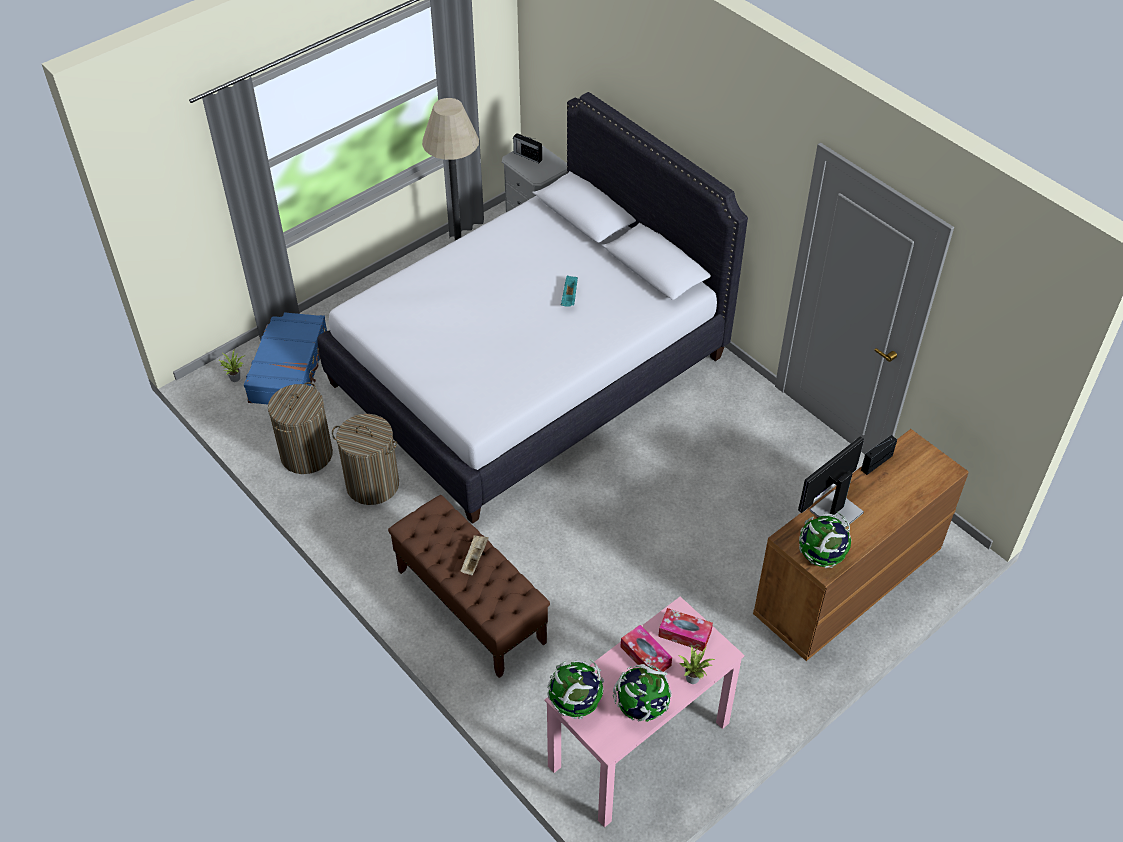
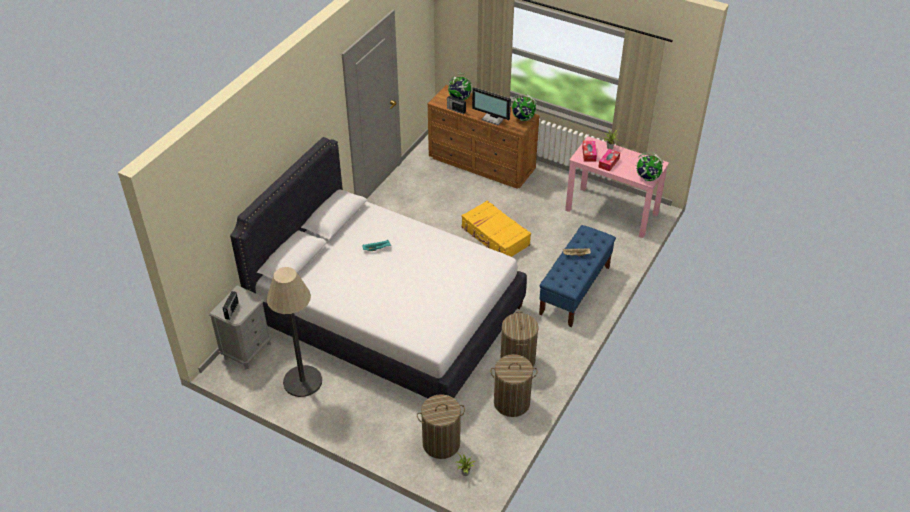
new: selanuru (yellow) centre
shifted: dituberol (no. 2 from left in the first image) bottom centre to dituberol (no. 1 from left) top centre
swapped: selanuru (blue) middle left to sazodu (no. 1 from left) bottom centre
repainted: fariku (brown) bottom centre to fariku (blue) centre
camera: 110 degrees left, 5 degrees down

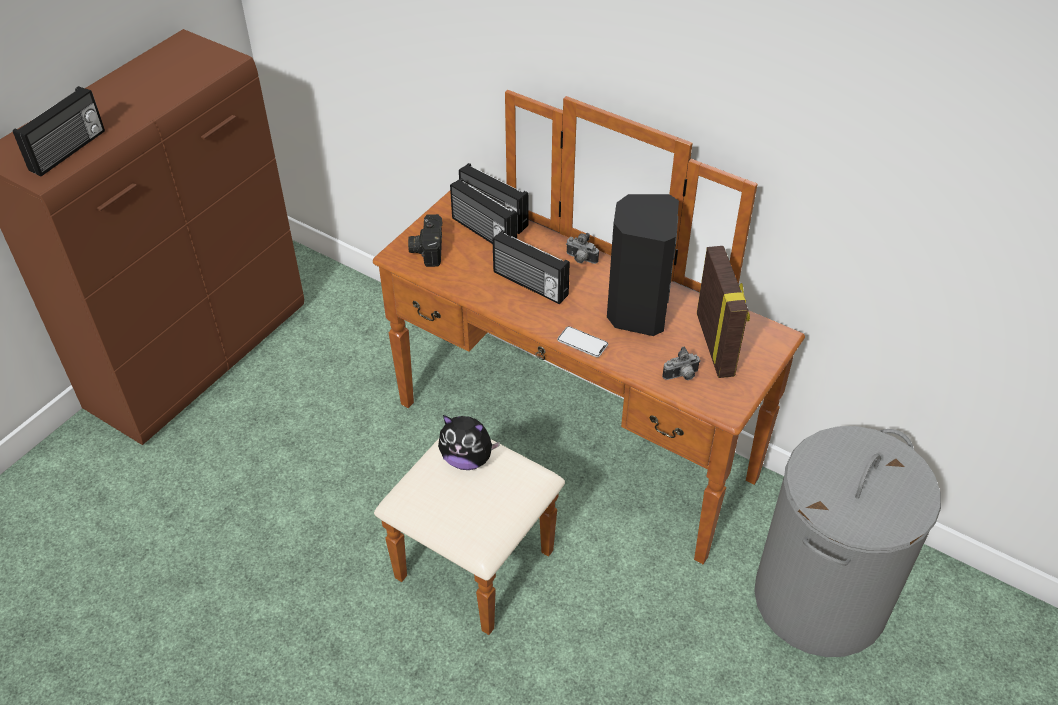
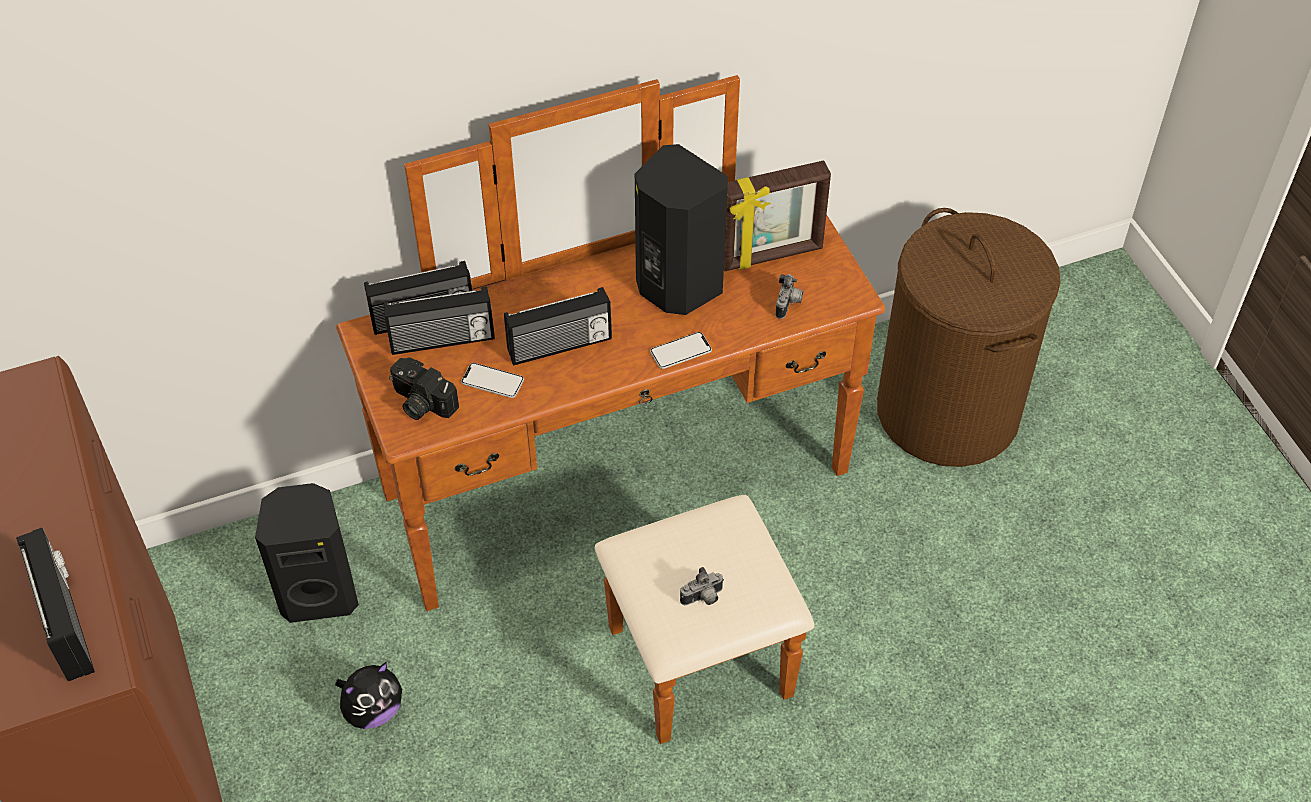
new: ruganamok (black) (no. 1 from left) bottom left; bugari (no. 1 from left) centre
shifted: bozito centre to bottom left; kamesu (no. 2 from left) centre to bottom centre
repainted: sazodu (grey) bottom right to sazodu (brown) middle right
rotated: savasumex middle right = top centre 135 degrees clockwise
camera: 55 degrees left, 5 degrees up

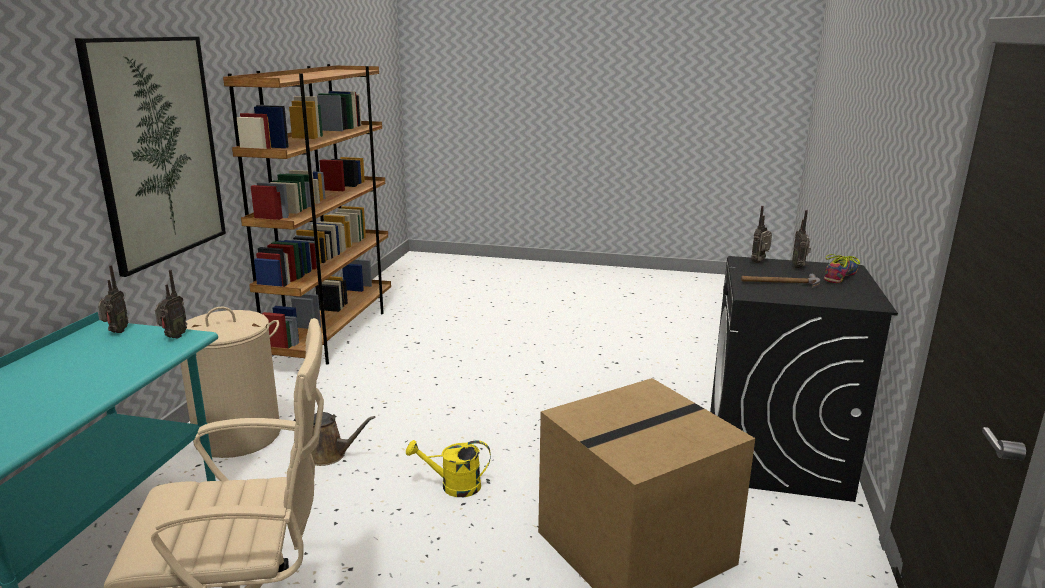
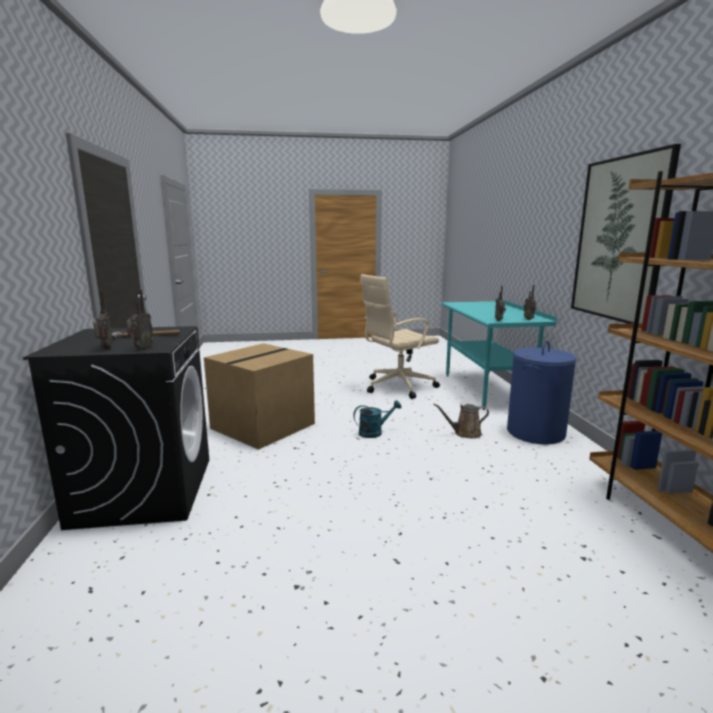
gone: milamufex middle right
repainted: sazodu (beige) middle left to sazodu (blue) middle right; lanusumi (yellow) bottom centre to lanusumi (turquoise) centre
camera: 160 degrees right, 5 degrees down

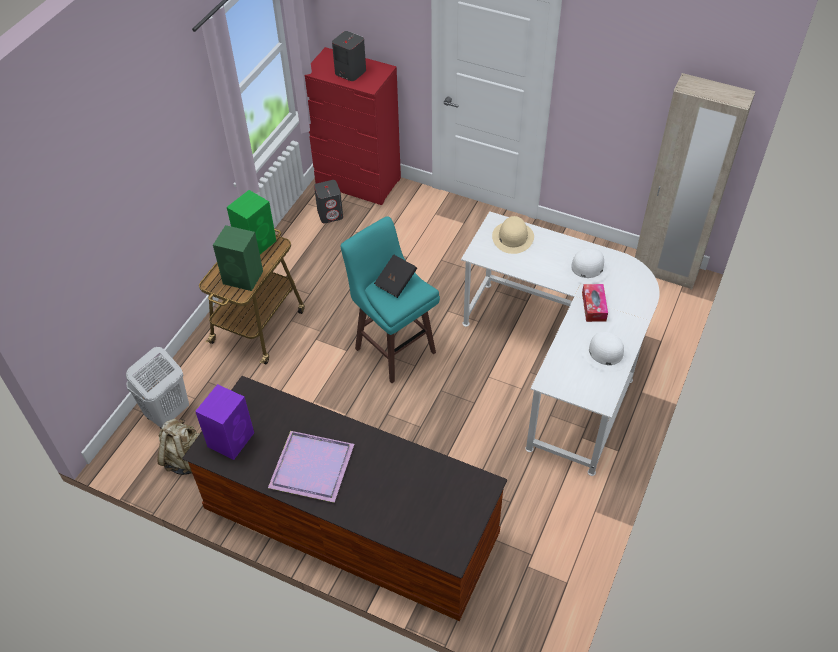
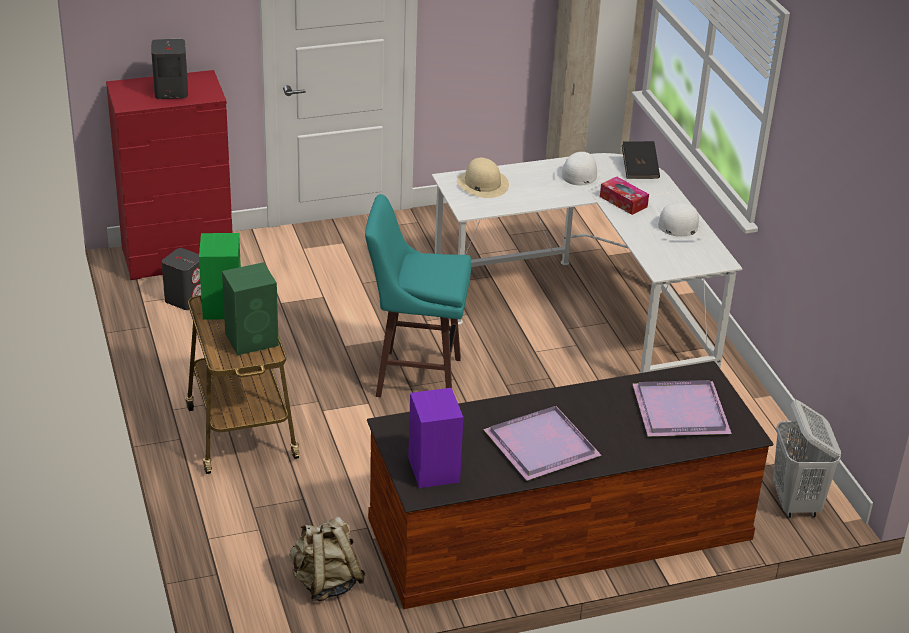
new: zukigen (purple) (no. 2 from left) middle right
shifted: sazodu (white) middle left to bottom right; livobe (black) centre to top right
camera: 45 degrees left, 15 degrees down

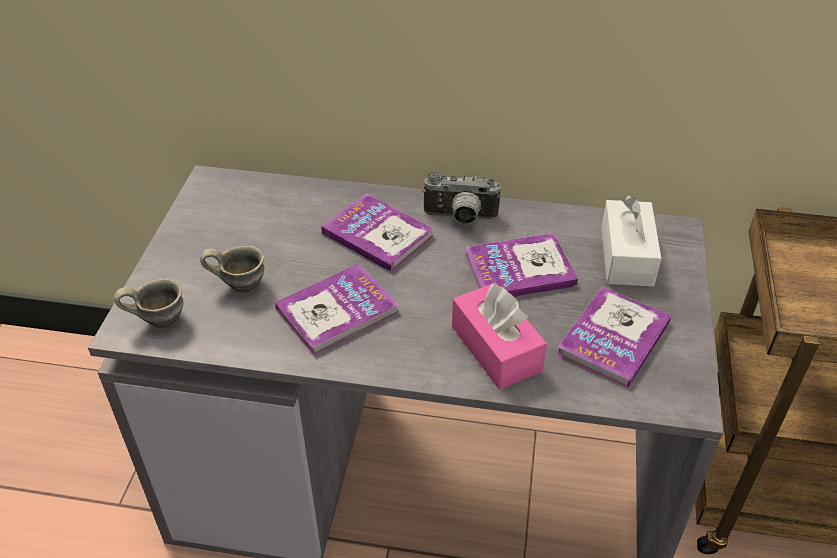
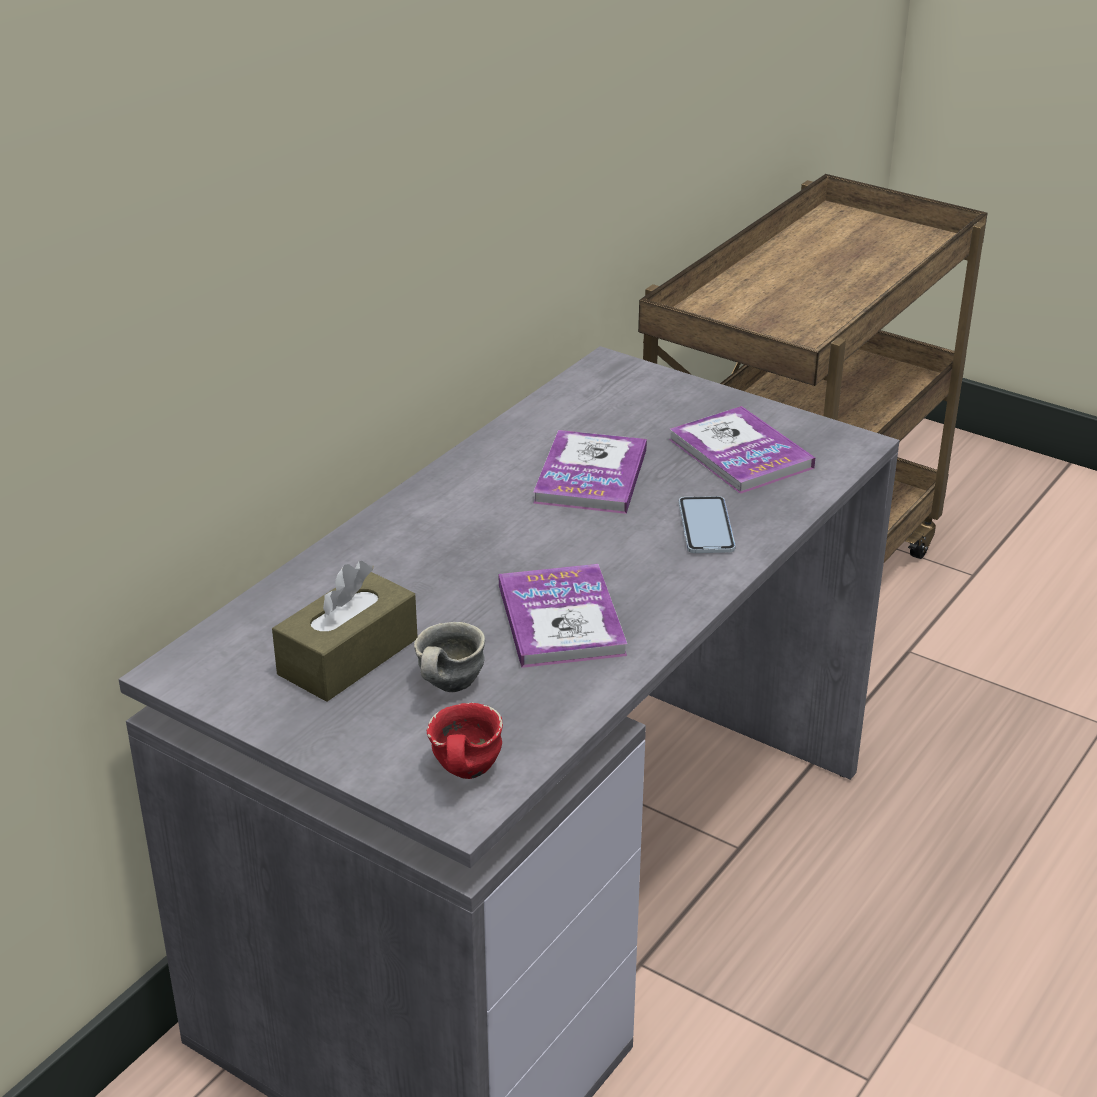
gone: livobe (no. 2 from left) centre; kamesu centre; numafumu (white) middle right
new: numafumu (brown) middle left
swapped: numafumu (pink) centre to bugari centre
repainted: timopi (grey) (no. 1 from left) middle left to timopi (red) bottom centre
camera: 65 degrees left, 10 degrees down

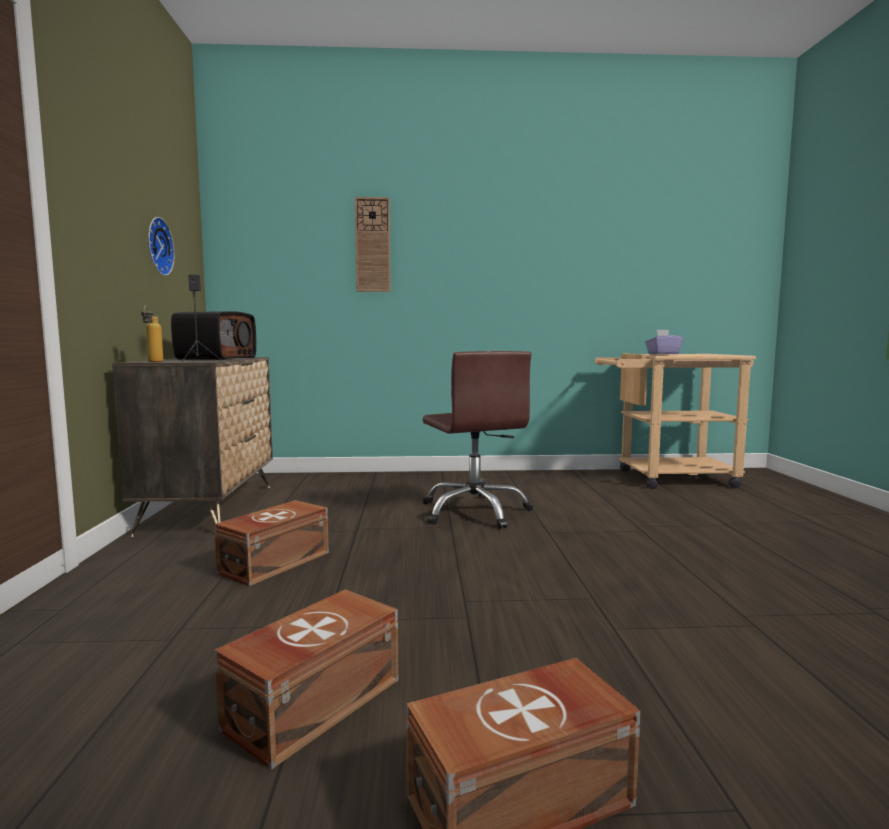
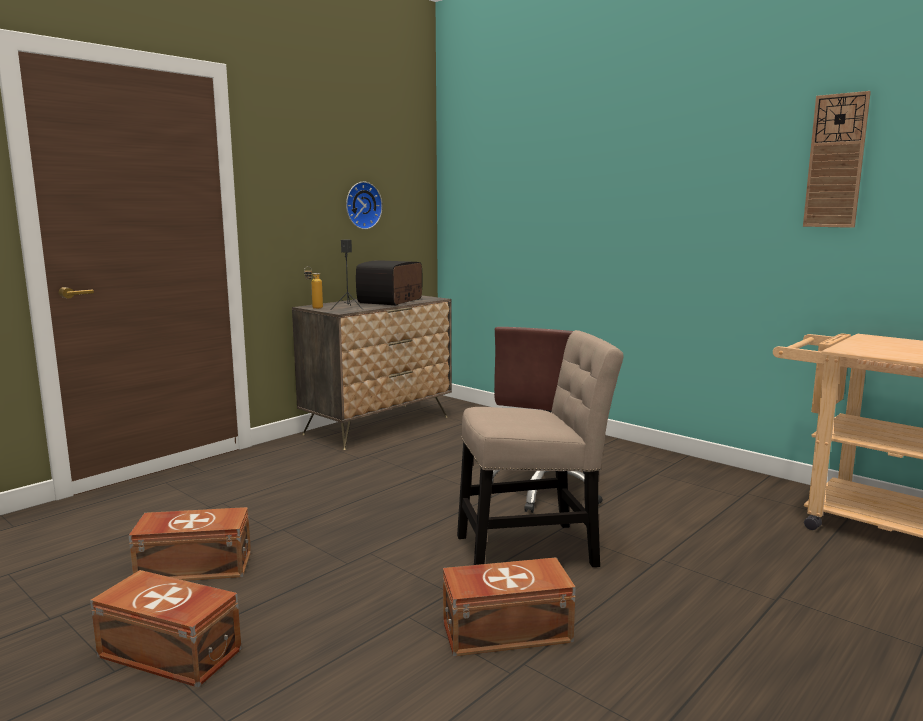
gone: numafumu (purple) middle right
new: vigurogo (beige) centre
shifted: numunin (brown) (no. 1 from left in the first image) middle left to numunin (brown) (no. 3 from left) bottom centre; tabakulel (no. 2 from left) top centre to top right
rotated: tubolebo middle left = centre 150 degrees clockwise
camera: 45 degrees right, 5 degrees up

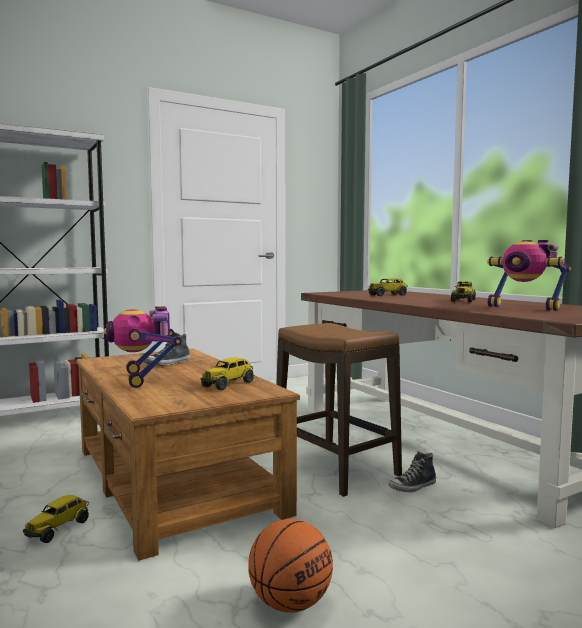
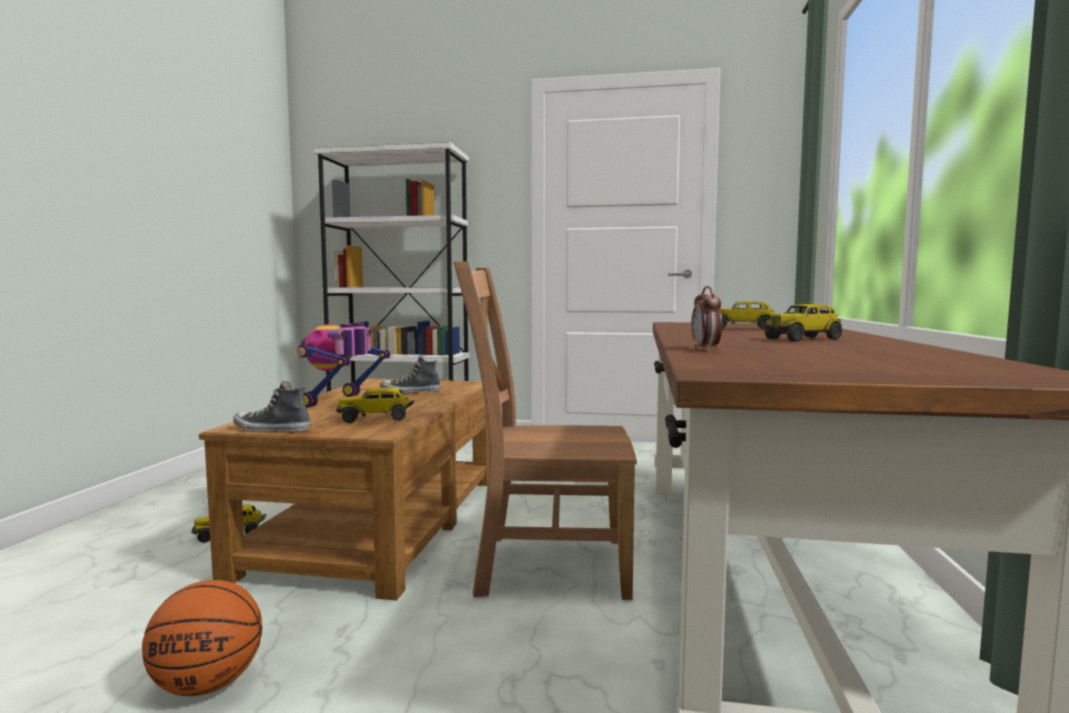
gone: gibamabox (no. 2 from left) middle right
new: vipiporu centre
shifted: milamufex (no. 2 from left in the first image) bottom right to milamufex (no. 1 from left) middle left
swapped: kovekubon centre to vigurogo (brown) centre
camera: 40 degrees right, 0 degrees up

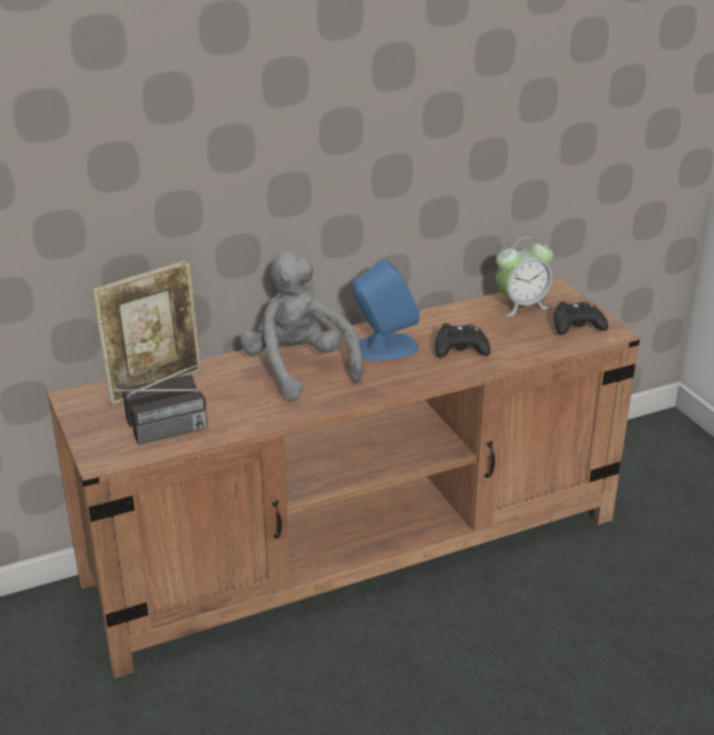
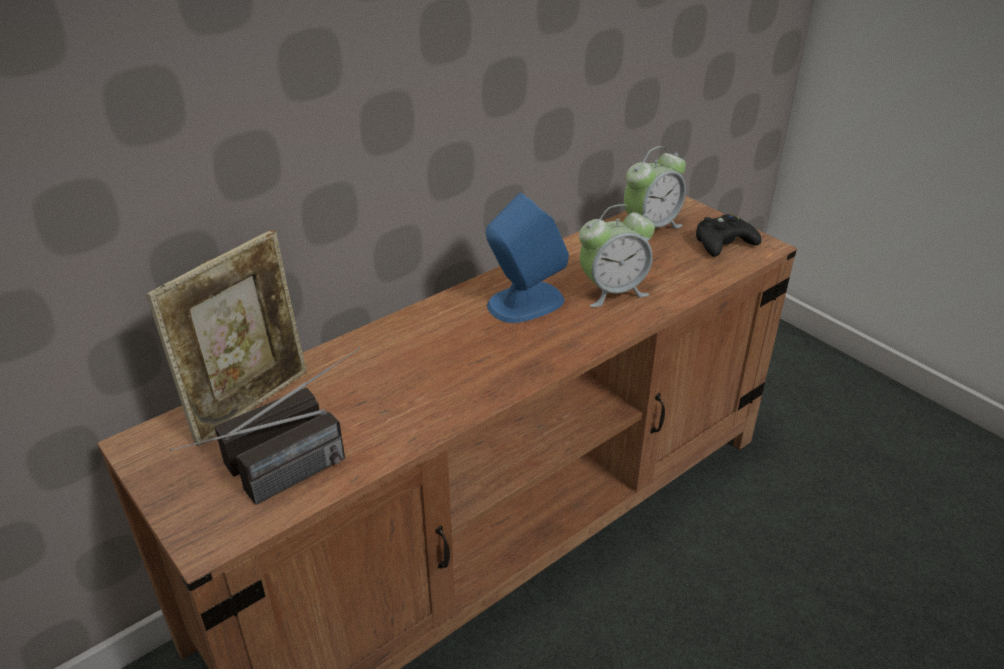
gone: bozito (grey) centre
swapped: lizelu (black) (no. 1 from left) centre to vipiporu (no. 1 from left) centre
camera: 15 degrees left, 5 degrees up

